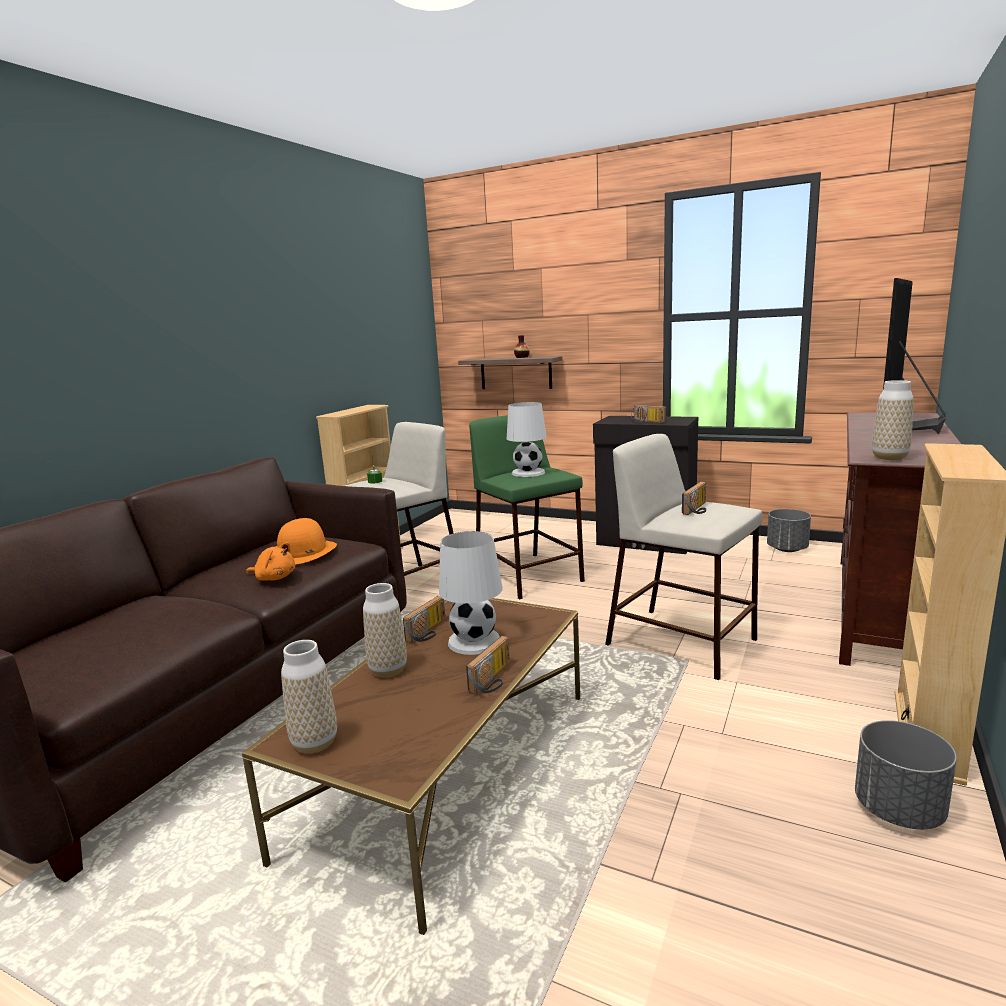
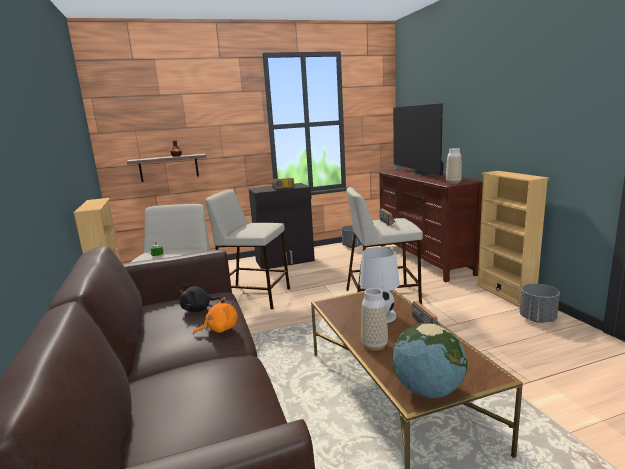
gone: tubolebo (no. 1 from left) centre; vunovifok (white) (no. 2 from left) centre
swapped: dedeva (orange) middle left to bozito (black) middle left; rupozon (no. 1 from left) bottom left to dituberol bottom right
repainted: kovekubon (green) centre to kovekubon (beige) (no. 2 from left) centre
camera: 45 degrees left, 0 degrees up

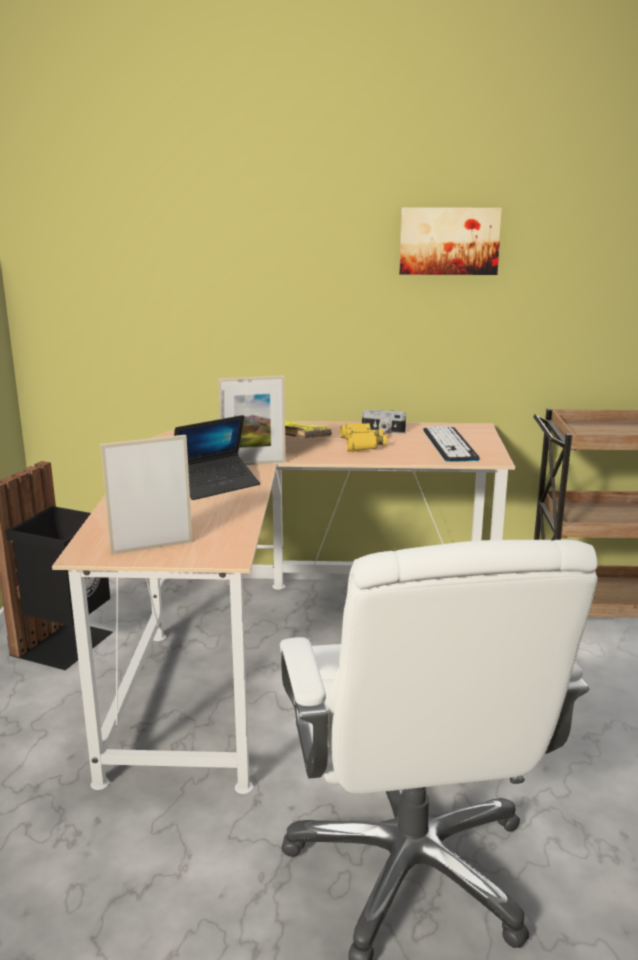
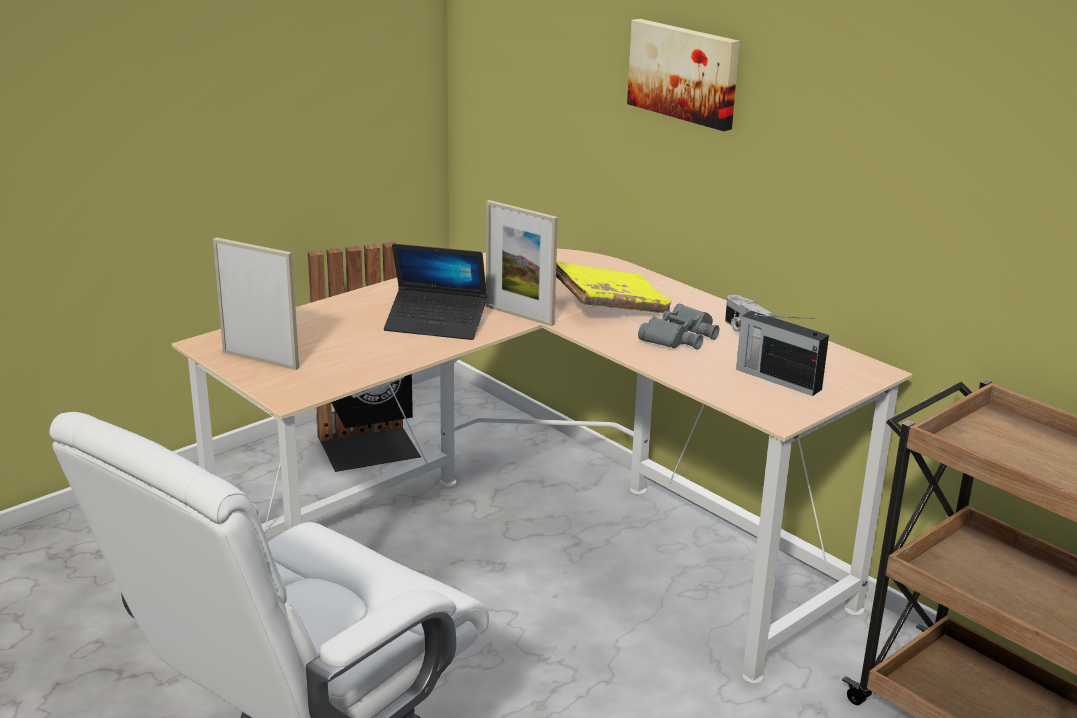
shifted: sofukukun top right to top centre
swapped: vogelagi middle right to tubolebo middle right
repainted: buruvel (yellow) centre to buruvel (grey) centre
camera: 45 degrees right, 5 degrees up

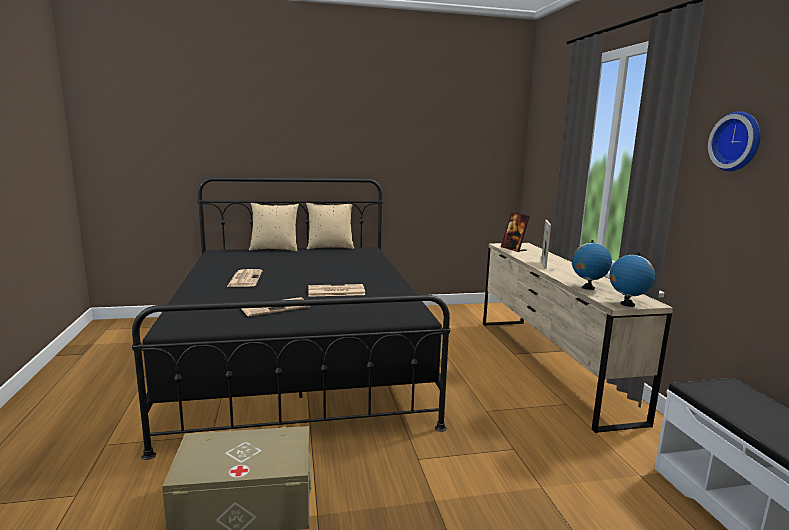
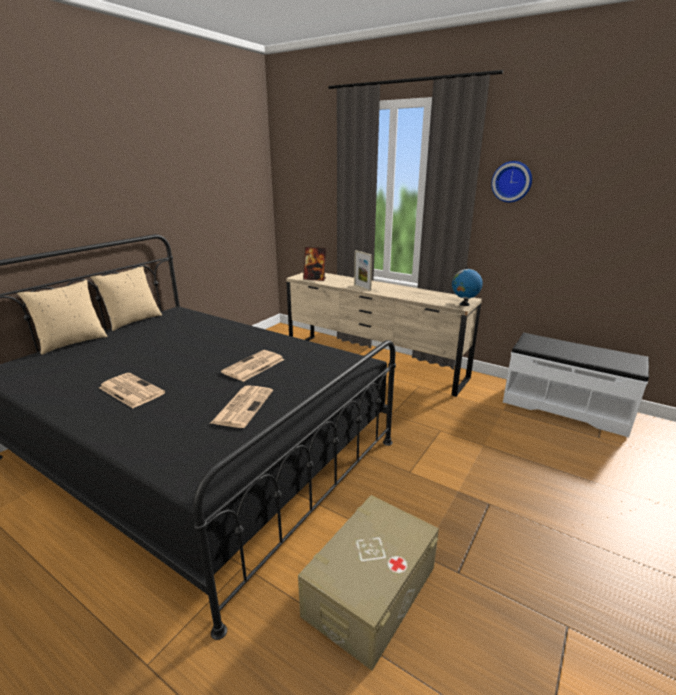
gone: dituberol (no. 1 from left) middle right
camera: 45 degrees left, 10 degrees up

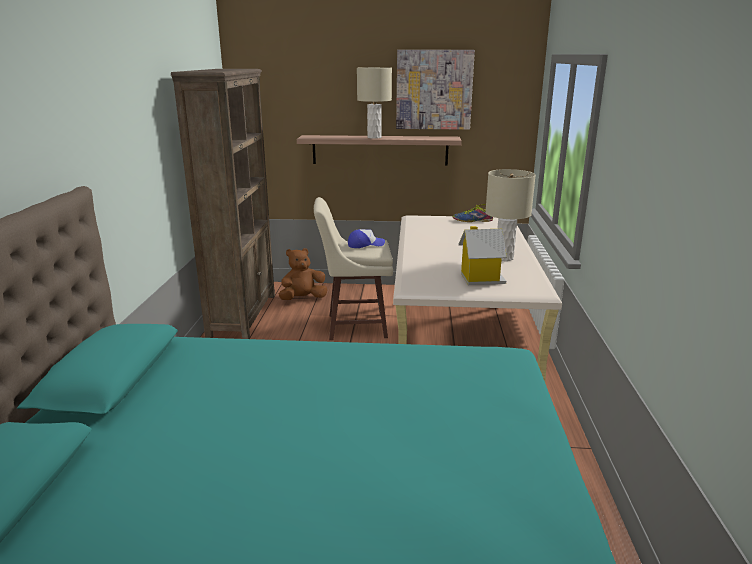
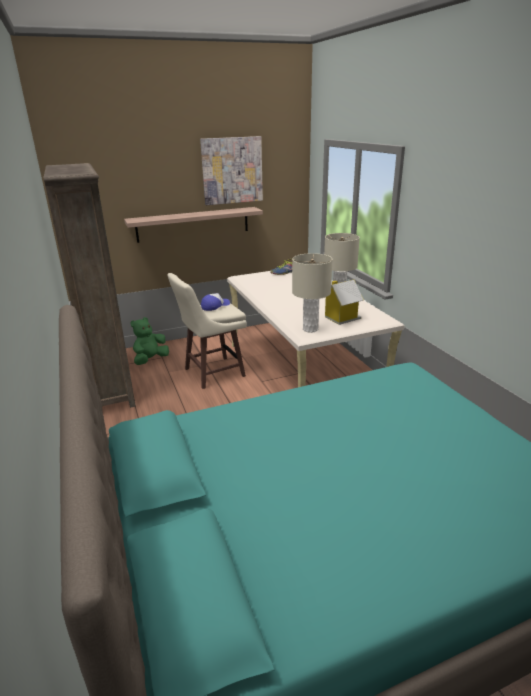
shifted: vunovifok (beige) (no. 1 from left) top centre to centre
repainted: bozito (brown) centre to bozito (green) middle left
camera: 25 degrees left, 5 degrees up

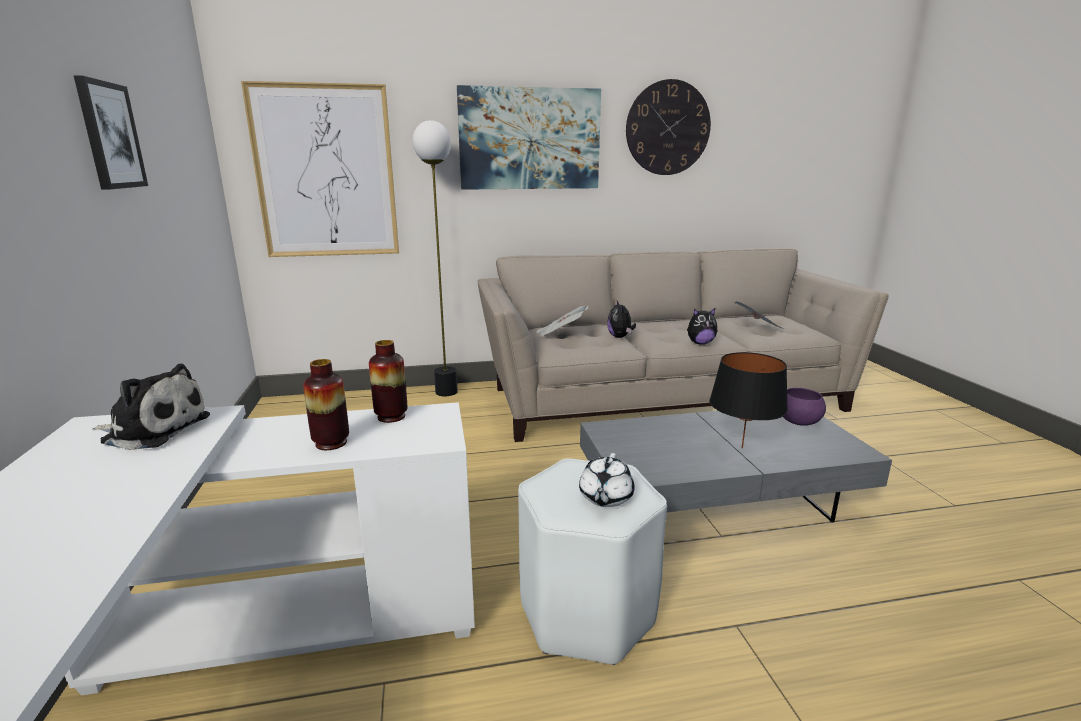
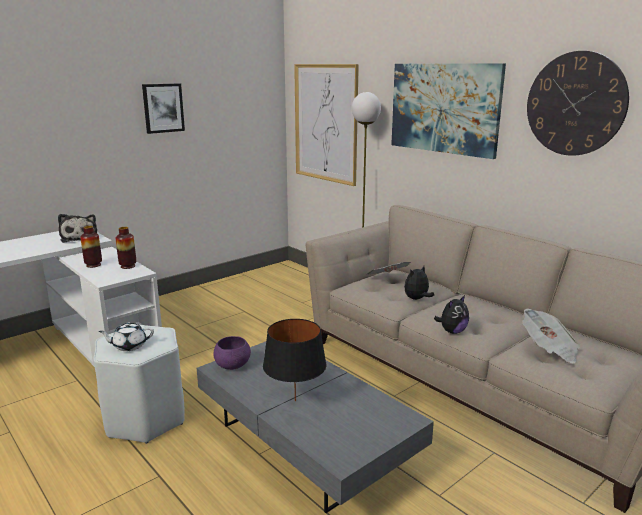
shifted: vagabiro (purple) middle right to bottom centre
rotated: bozito (no. 3 from left) centre = middle right 90 degrees counterclockwise
camera: 60 degrees right, 0 degrees up

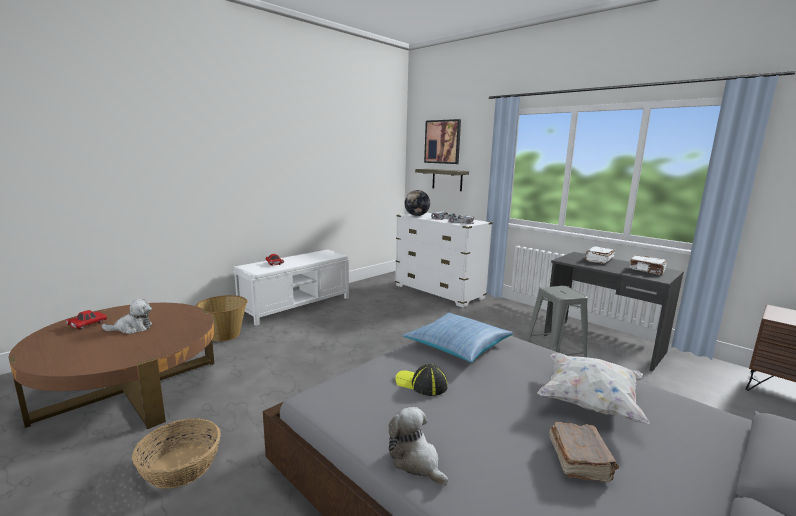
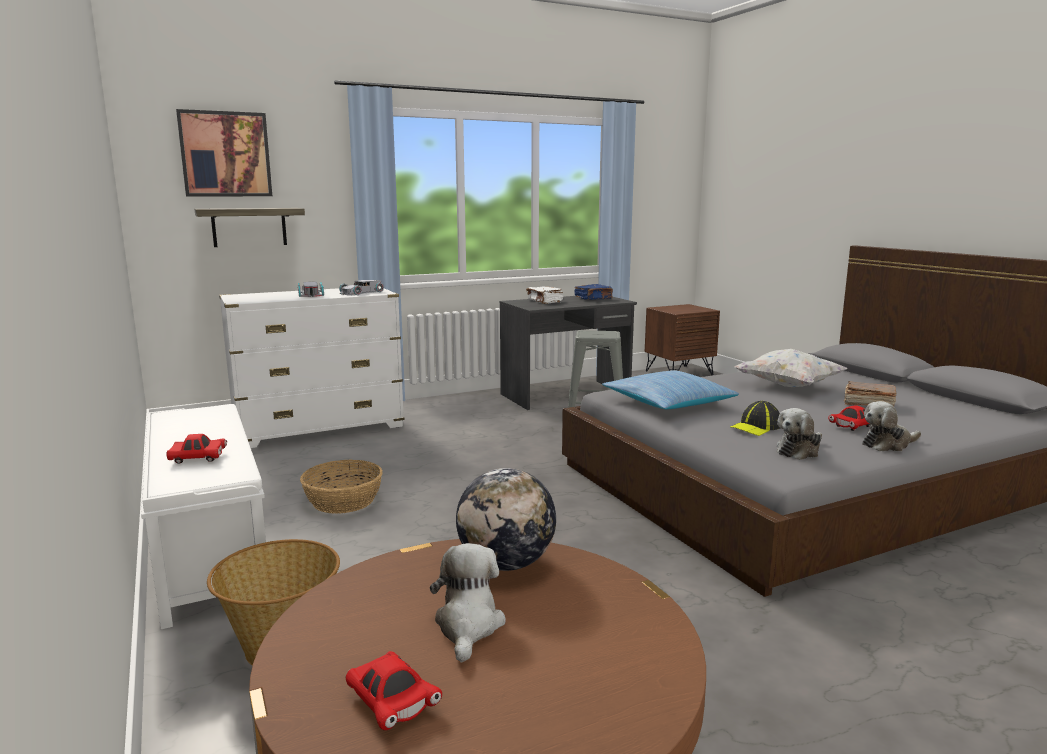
new: bozito (no. 2 from left) middle right; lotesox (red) (no. 3 from left) middle right
shifted: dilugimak (no. 1 from left in the first image) bottom left to dilugimak (no. 2 from left) middle left; dituberol centre to bottom centre
repainted: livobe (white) (no. 2 from left) middle right to livobe (blue) centre
camera: 70 degrees left, 0 degrees up

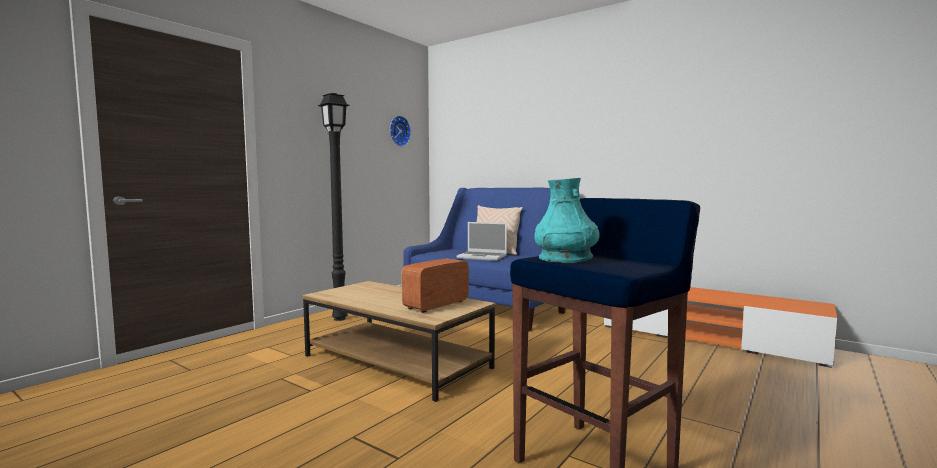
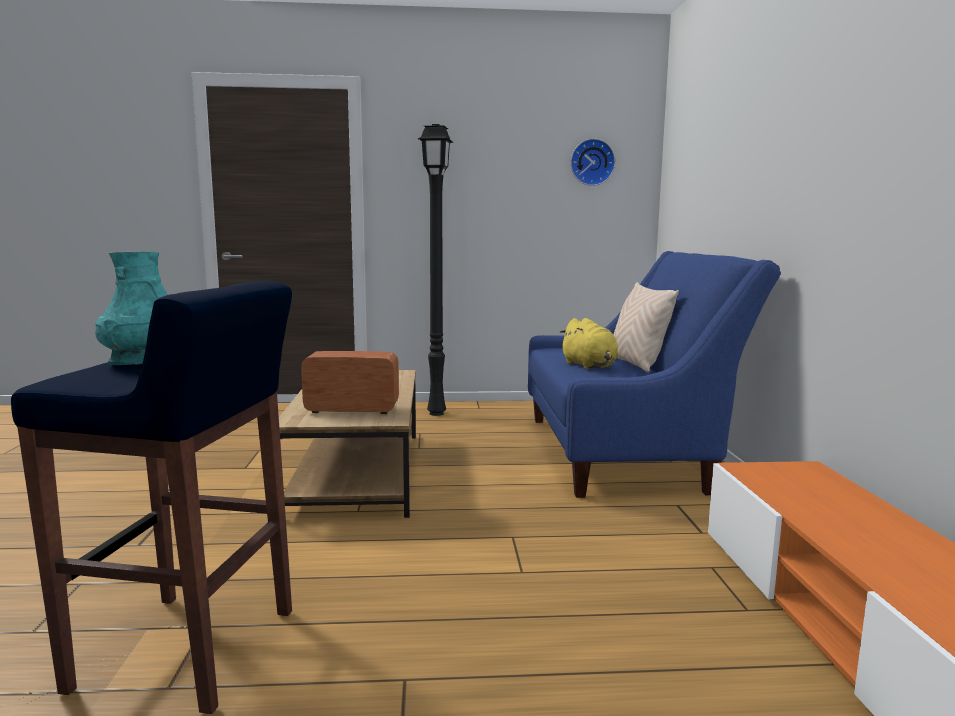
swapped: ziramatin centre to bozito (yellow) centre
camera: 50 degrees right, 5 degrees up

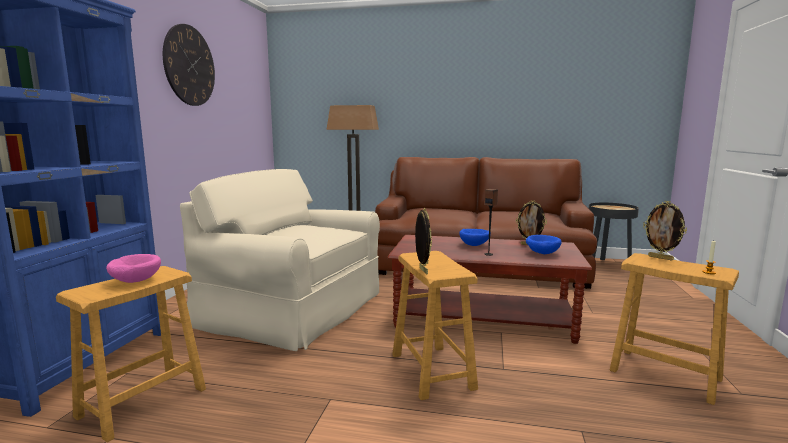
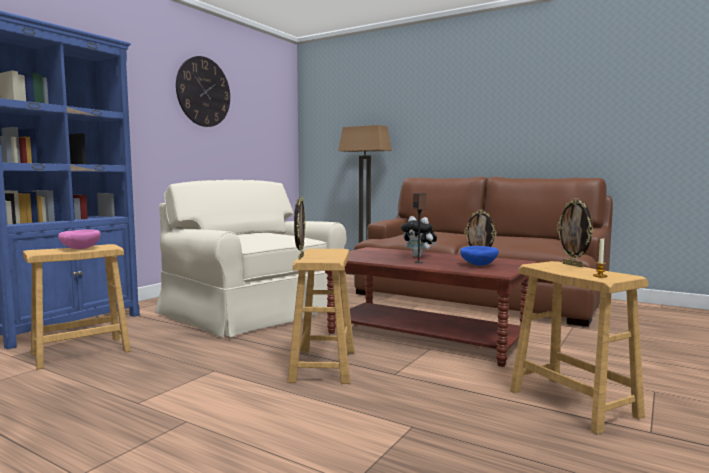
gone: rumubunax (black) middle right
swapped: vagabiro (blue) (no. 1 from left) centre to bozito centre
camera: 20 degrees right, 5 degrees down

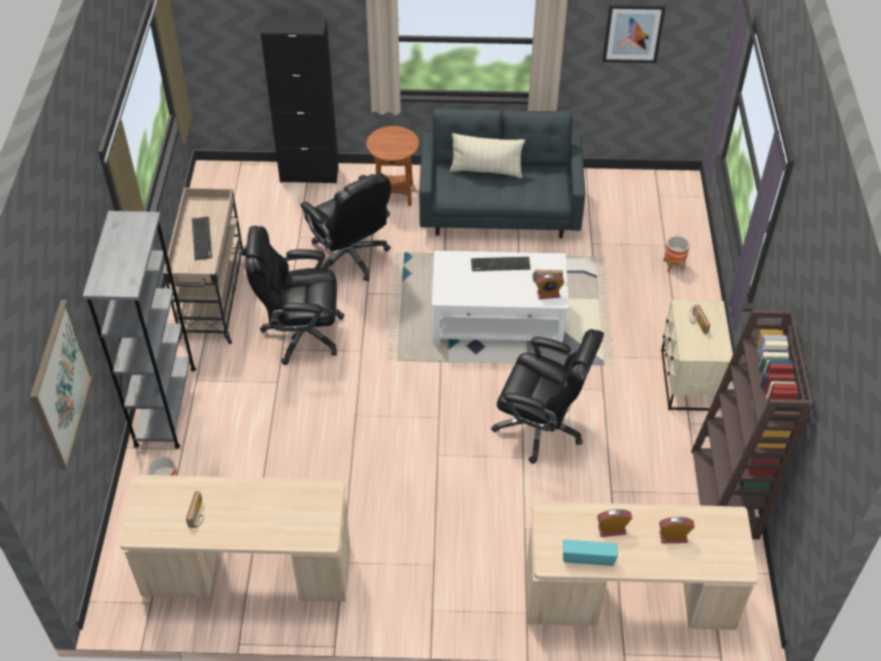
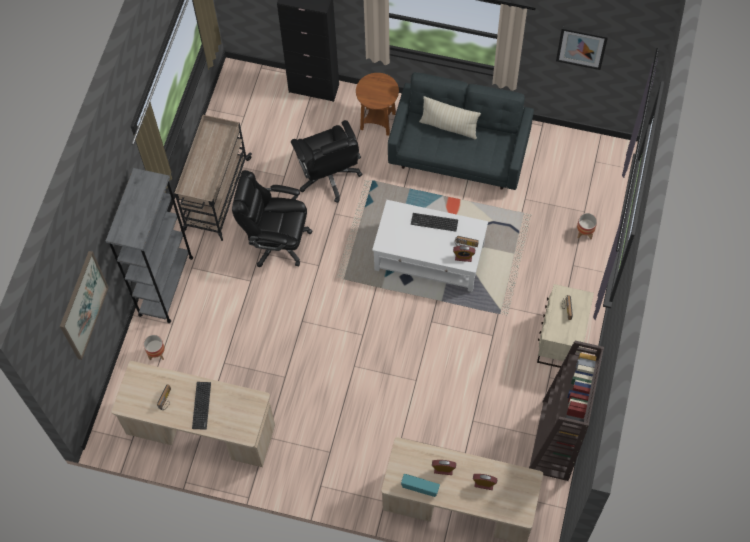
gone: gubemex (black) (no. 3 from left) centre
shifted: vogelagi (no. 1 from left) middle left to bottom left
camera: 15 degrees right, 15 degrees up

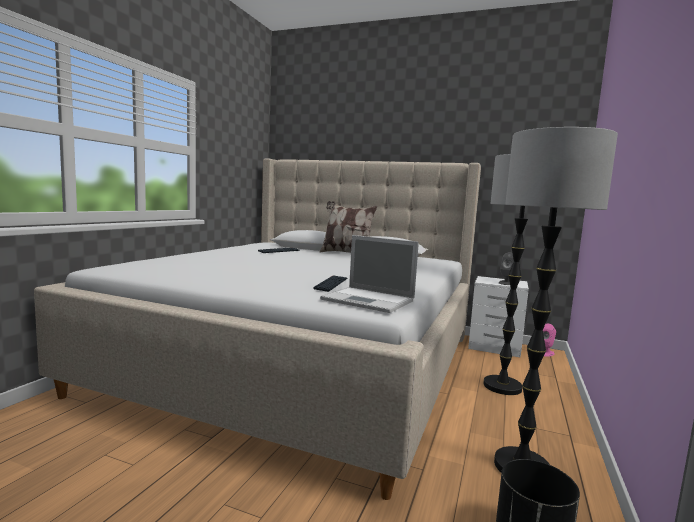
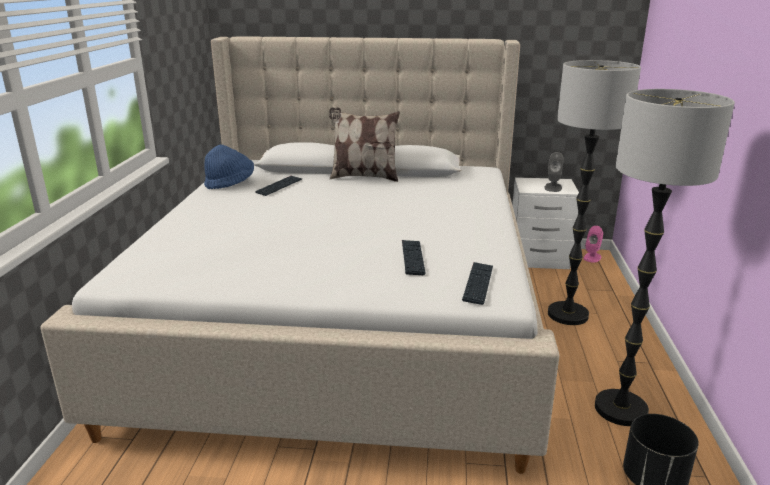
new: dedeva (blue) middle left
swapped: ziramatin centre to vogelagi (no. 3 from left) centre
camera: 15 degrees left, 15 degrees up

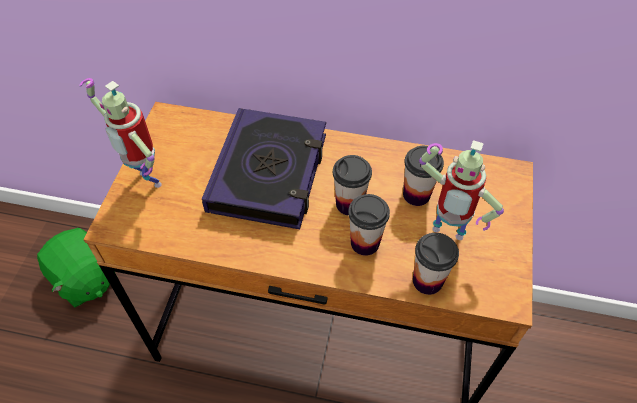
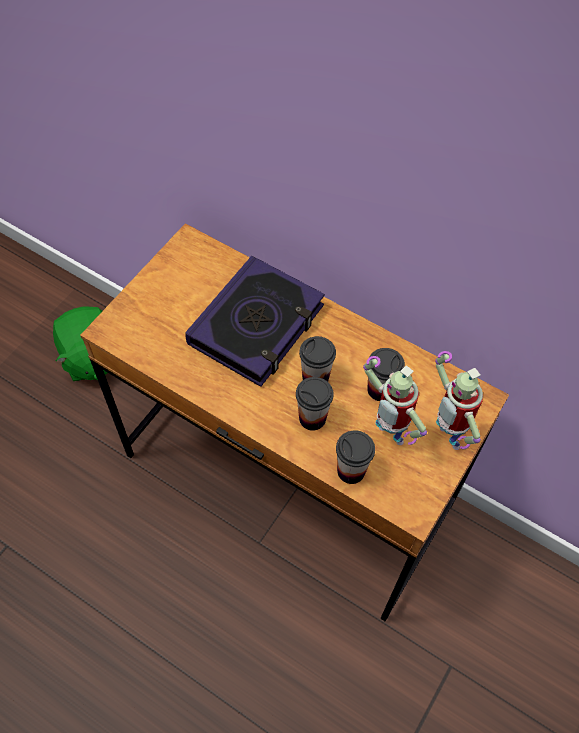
shifted: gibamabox (no. 1 from left in the first image) top left to gibamabox (no. 2 from left) middle right
camera: 20 degrees right, 5 degrees up

